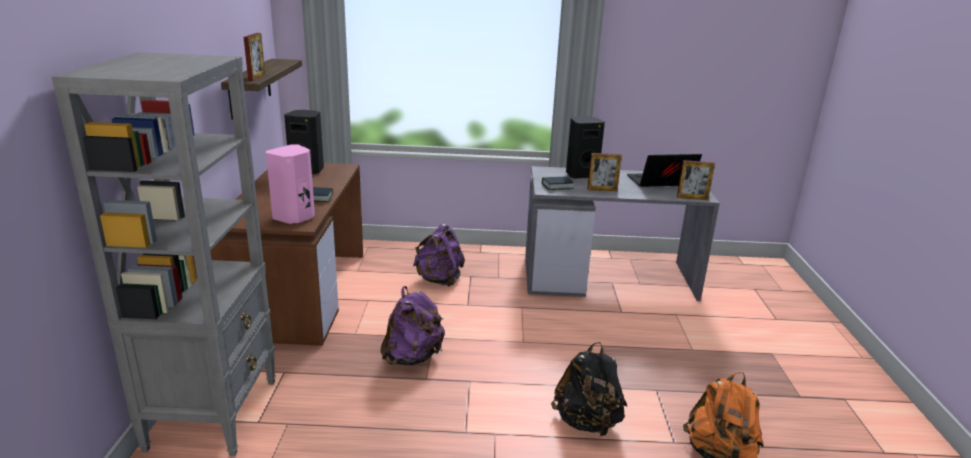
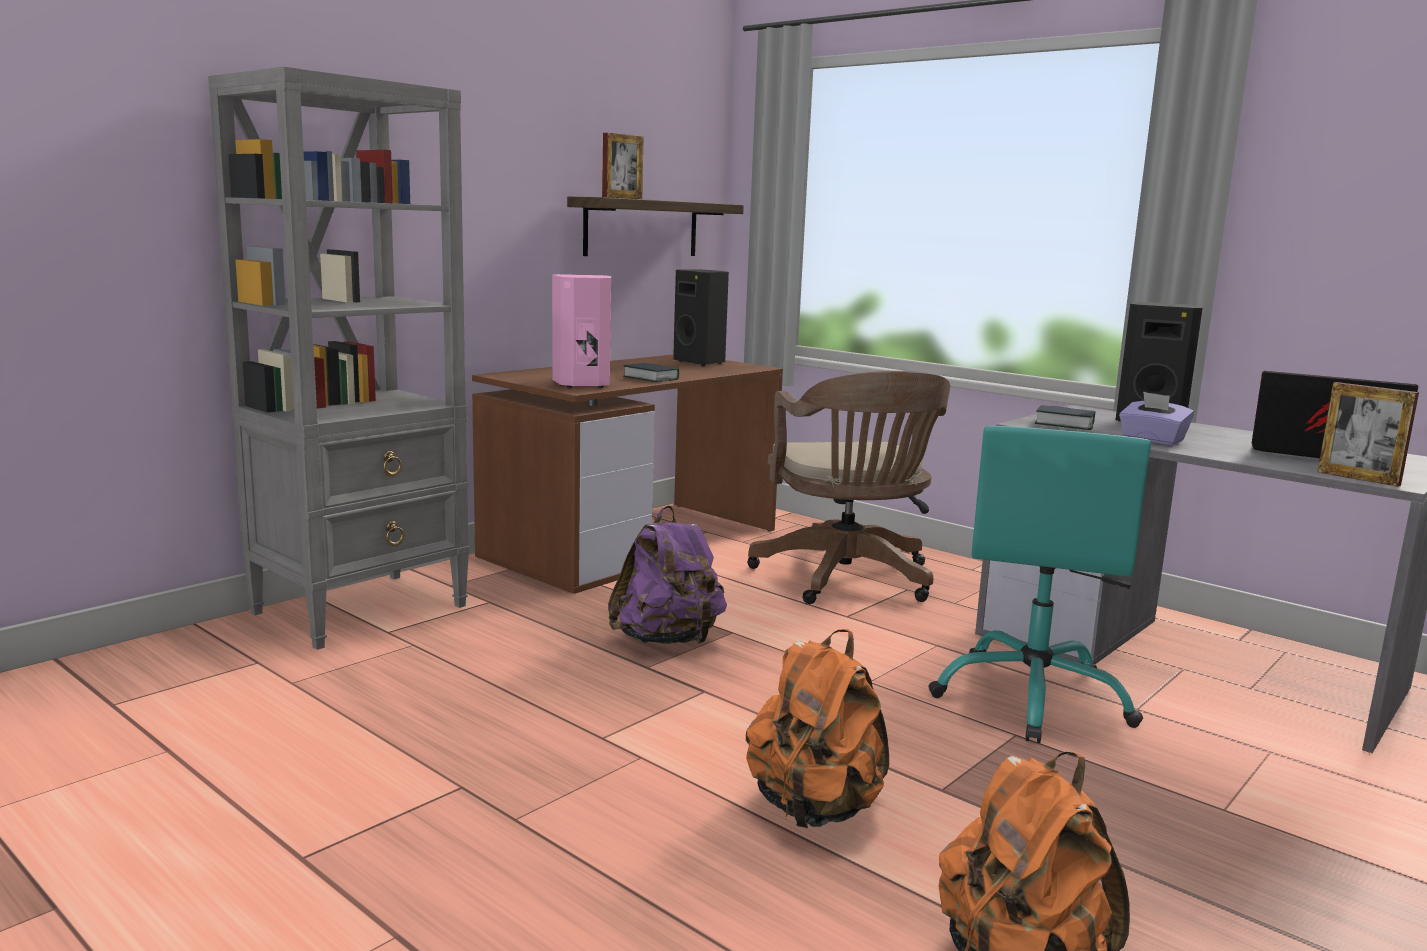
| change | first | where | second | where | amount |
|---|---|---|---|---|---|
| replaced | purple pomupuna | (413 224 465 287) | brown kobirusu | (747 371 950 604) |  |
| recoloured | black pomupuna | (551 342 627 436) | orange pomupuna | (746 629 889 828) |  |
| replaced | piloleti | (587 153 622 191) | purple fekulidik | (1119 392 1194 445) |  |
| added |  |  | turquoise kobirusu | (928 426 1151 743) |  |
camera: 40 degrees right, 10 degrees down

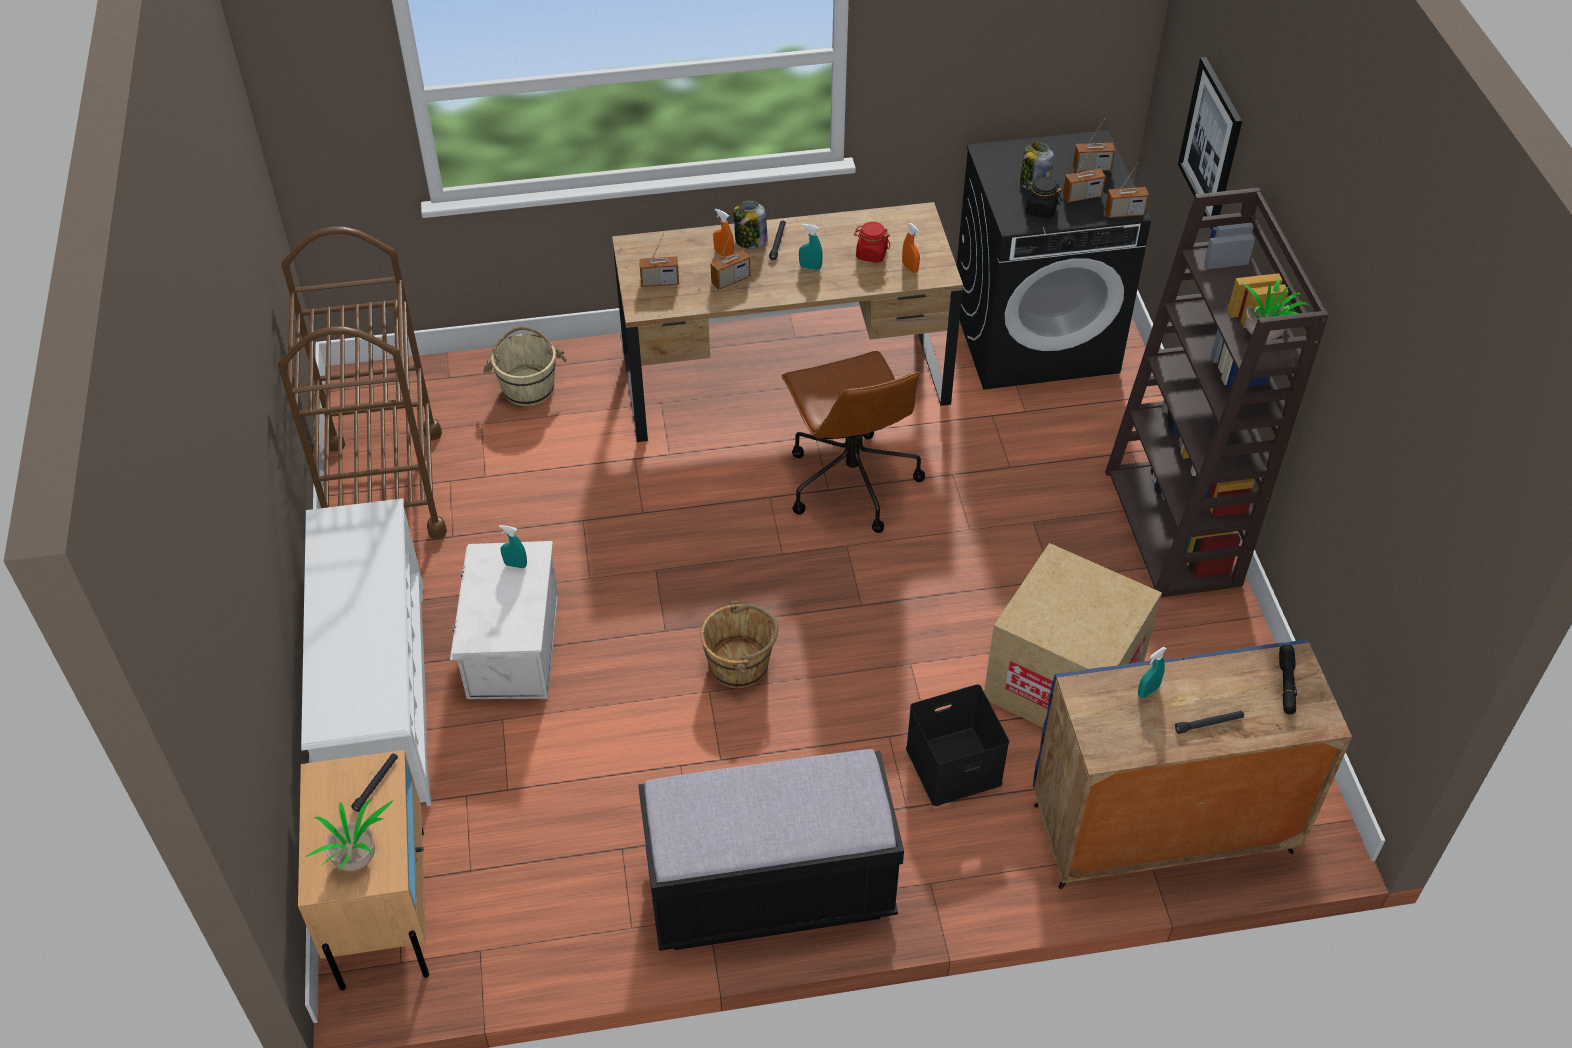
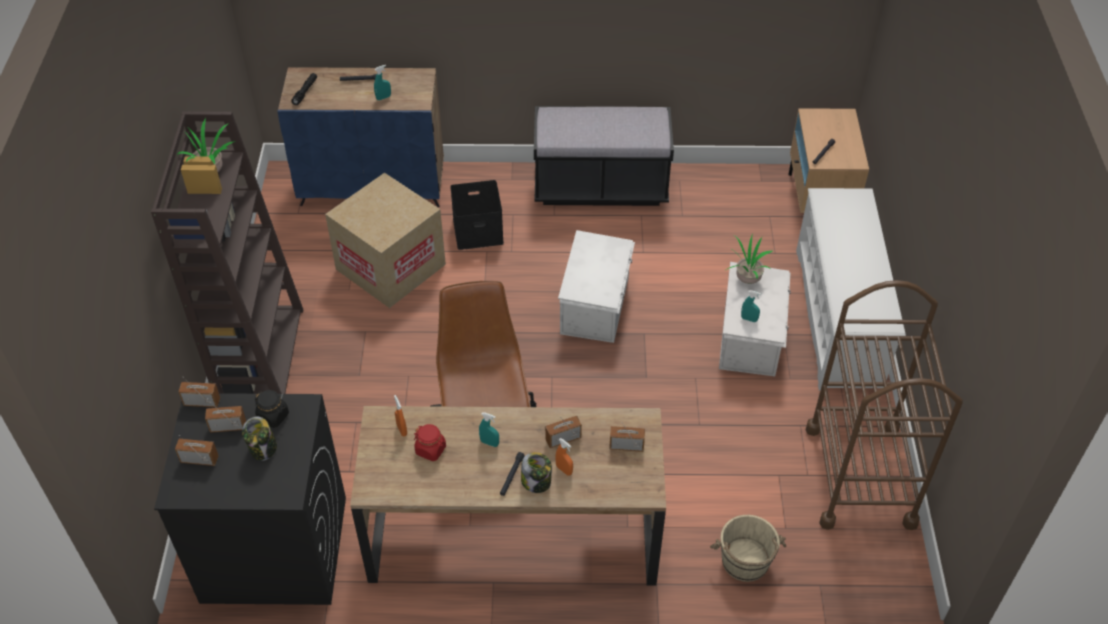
| change | first | where | second | where | amount |
|---|---|---|---|---|---|
| moved | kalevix | (305 798 393 873) |  | (726 233 773 284) |  |
| replaced | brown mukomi | (700 600 778 688) | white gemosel | (558 230 635 343) |  |
| removed | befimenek | (1178 57 1242 229) |  |  |  |
camera: 170 degrees left, 0 degrees up

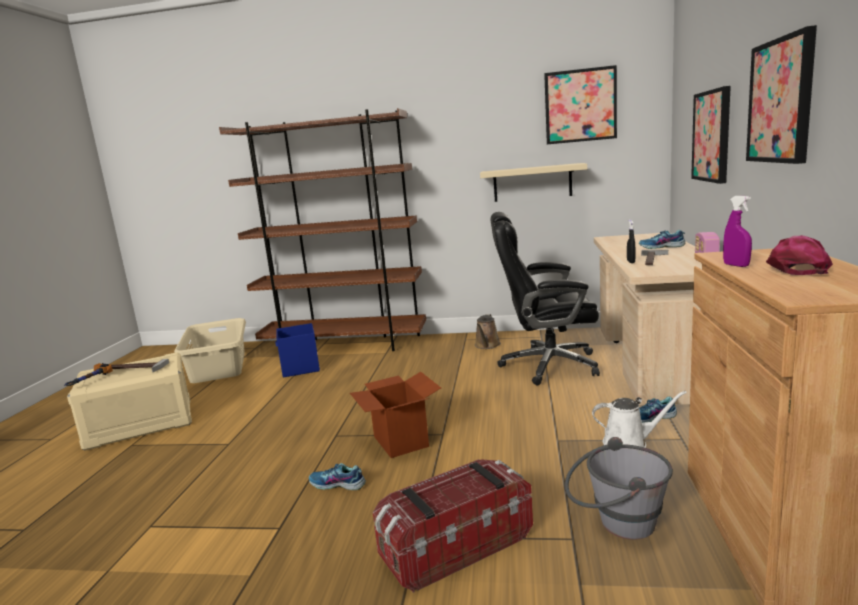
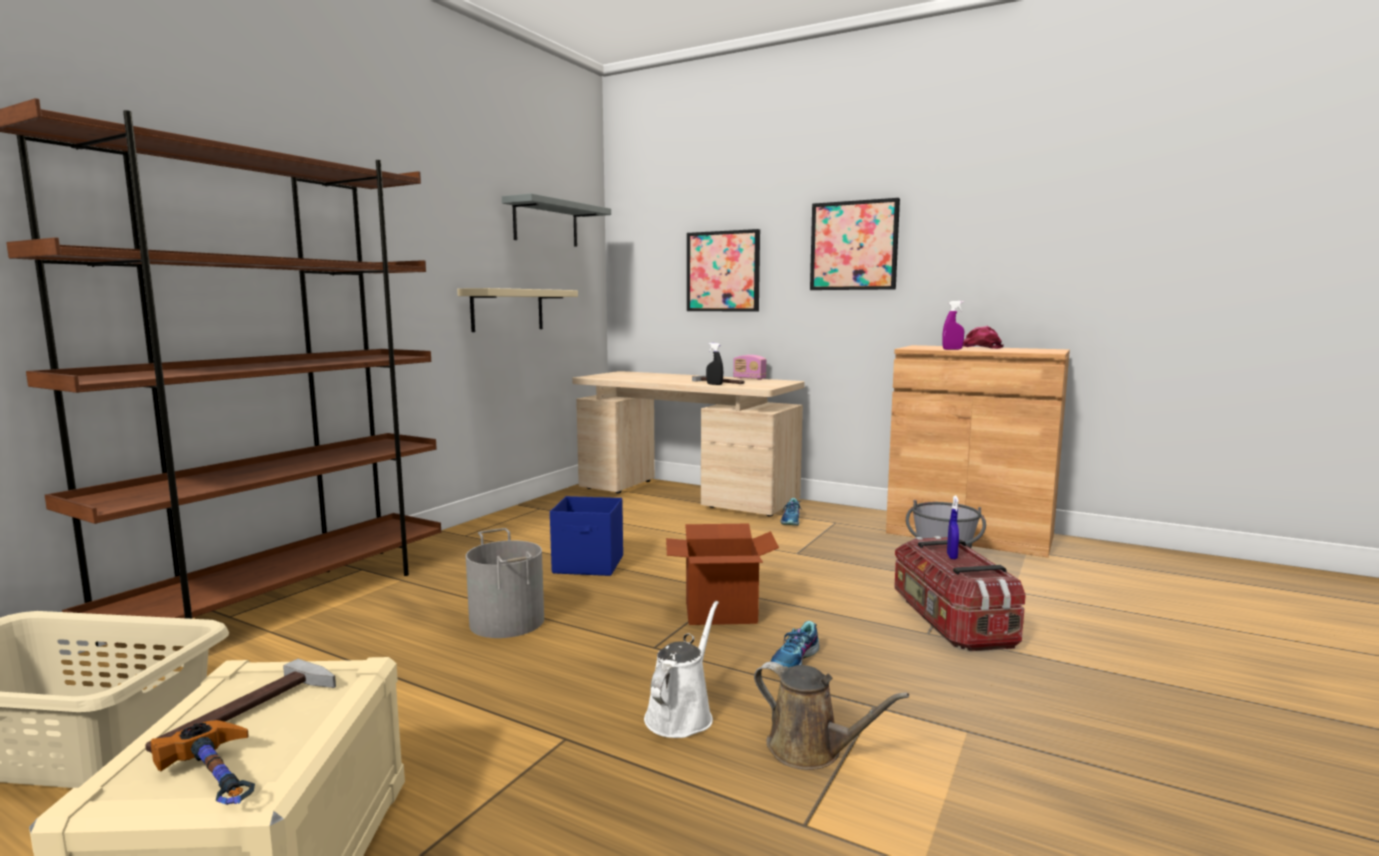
| change | first | where | second | where | amount |
|---|---|---|---|---|---|
| moved | blue gemosel | (275 323 320 377) |  | (550 496 623 576) |  |
| moved | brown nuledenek | (475 314 501 349) |  | (754 662 909 770) |  |
| removed | black kobirusu | (490 212 600 386) |  |  |  |
| replaced | befimenek | (544 65 617 144) | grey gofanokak | (502 193 611 247) |  |
| moved | white nuledenek | (592 391 687 448) |  | (644 601 719 738) |  |
| removed | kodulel | (639 230 685 249) |  |  |  |
| added |  |  | grey mukomi | (466 528 544 638) |  |
| added |  |  | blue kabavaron | (947 496 959 559) |  |
camera: 70 degrees left, 5 degrees down

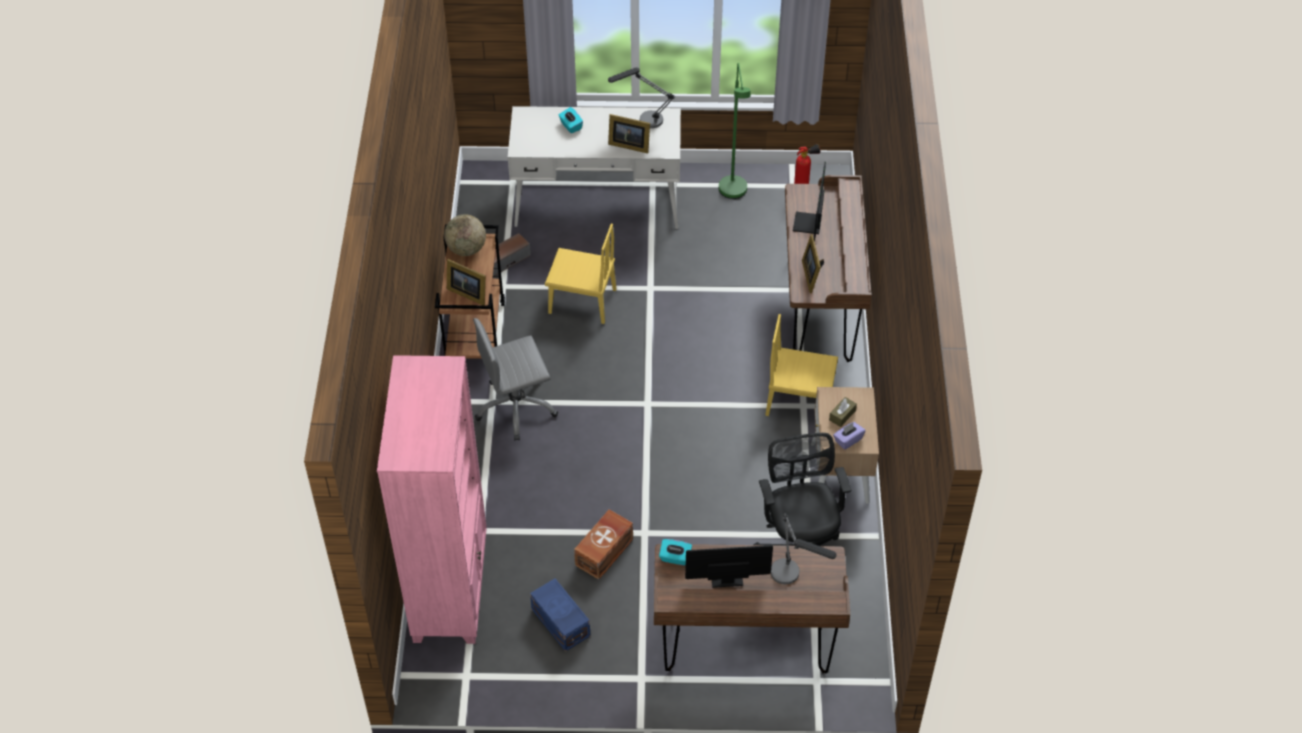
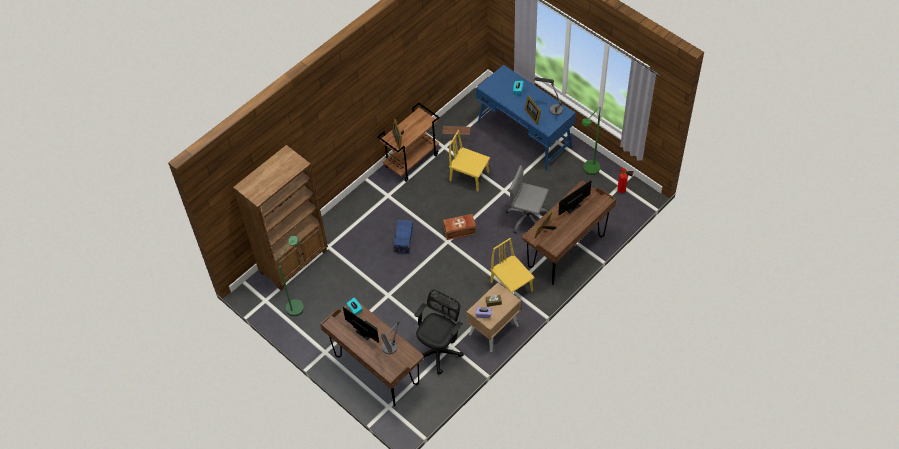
| change | first | where | second | where | amount |
|---|---|---|---|---|---|
| recoloured | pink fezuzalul | (377 355 487 644) | brown fezuzalul | (233 145 328 290) |  |
| removed | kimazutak | (444 214 486 256) |  |  |  |
| moved | grey kobirusu | (473 318 558 441) |  | (506 165 549 233) |  |
| recoloured | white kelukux | (508 106 681 229) | blue kelukux | (476 65 576 171) |  |
| moved | blue gemosel | (530 578 590 652) |  | (394 220 413 254) |  |
| turned | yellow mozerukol | (545 224 616 324) |  | (449 130 490 191) | 150 degrees clockwise |
| moved | brown gemosel | (574 509 633 580) |  | (443 214 476 240) |  |
| added |  |  | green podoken | (278 236 304 316) |  |
camera: 45 degrees right, 5 degrees up

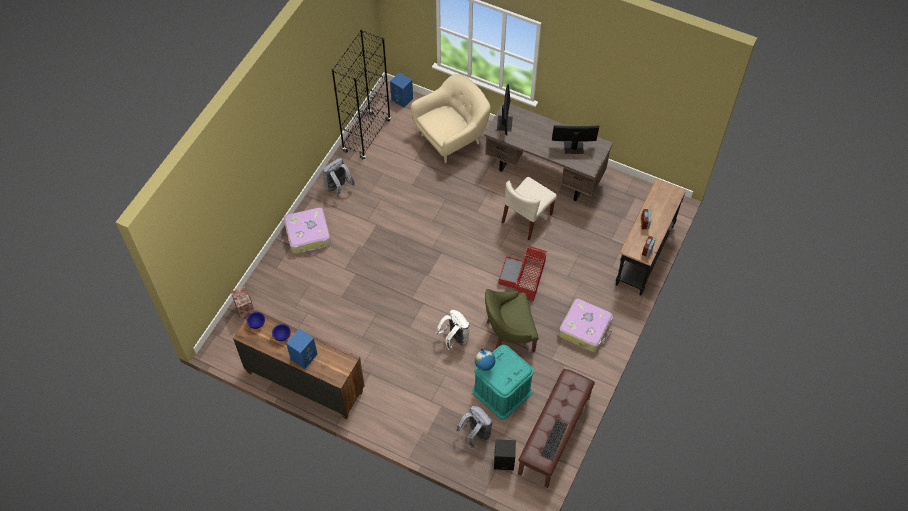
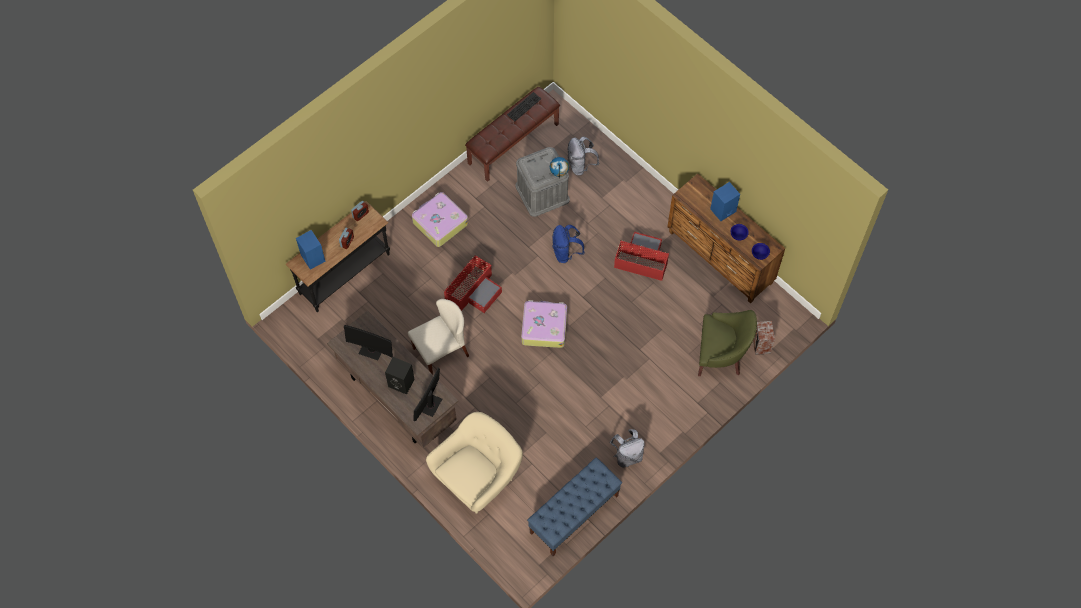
| change | first | where | second | where | amount |
|---|---|---|---|---|---|
| moved | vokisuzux | (284 207 331 254) |  | (521 300 567 348) |  |
| replaced | black fezuzalul | (332 29 391 160) | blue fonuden | (527 457 622 556) |  |
| moved | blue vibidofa | (390 72 413 108) |  | (296 230 325 270) |  |
| turned | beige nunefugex | (411 74 491 163) |  | (426 412 523 514) | 150 degrees clockwise |
| recoloured | white pomupuna | (436 310 470 350) | blue pomupuna | (552 225 585 263) |  |
| recoloured | turquoise gemosel | (472 345 534 419) | grey gemosel | (515 147 570 217) |  |
| moved | green nunefugex | (485 289 538 352) |  | (698 310 757 376) |  |
| moved | black vibidofa | (494 439 516 470) |  | (385 357 414 394) |  |
| added |  |  | red gemosel | (614 232 669 281) |  |
camera: 160 degrees left, 5 degrees up

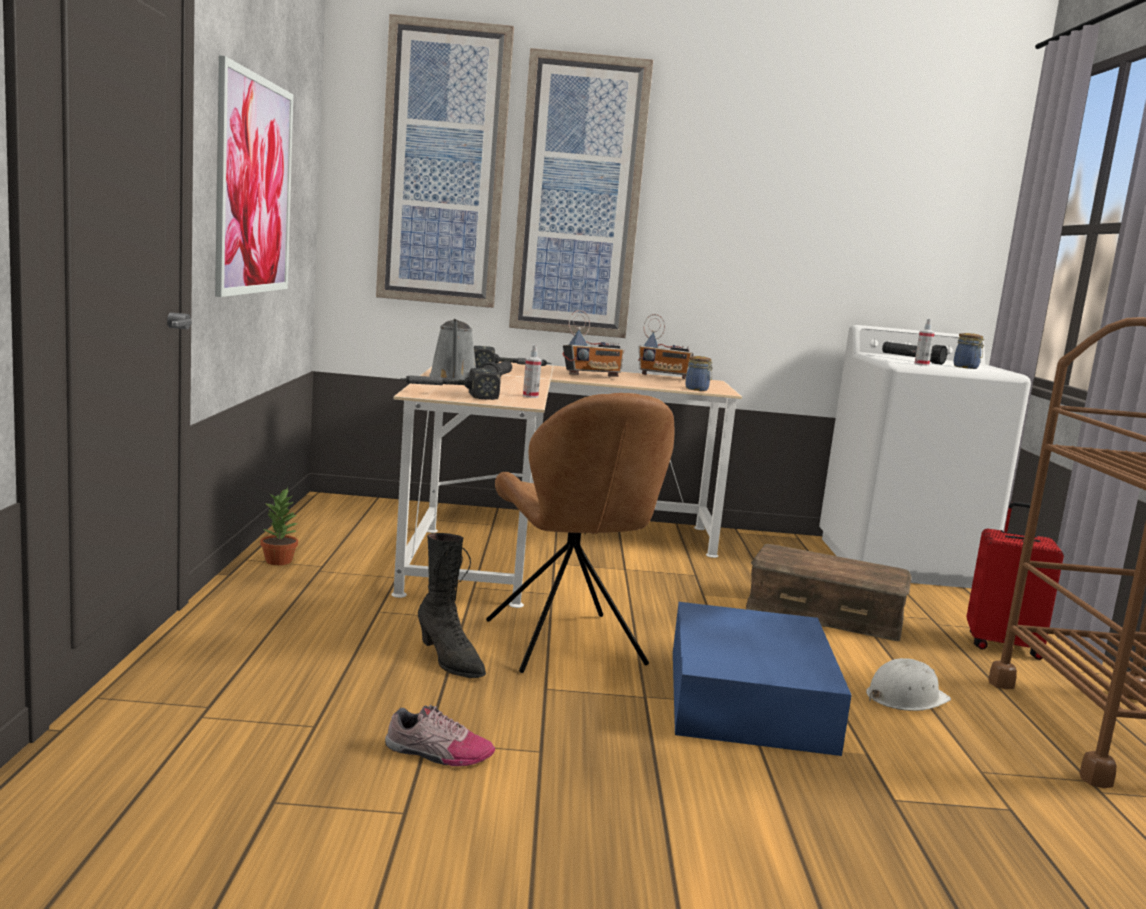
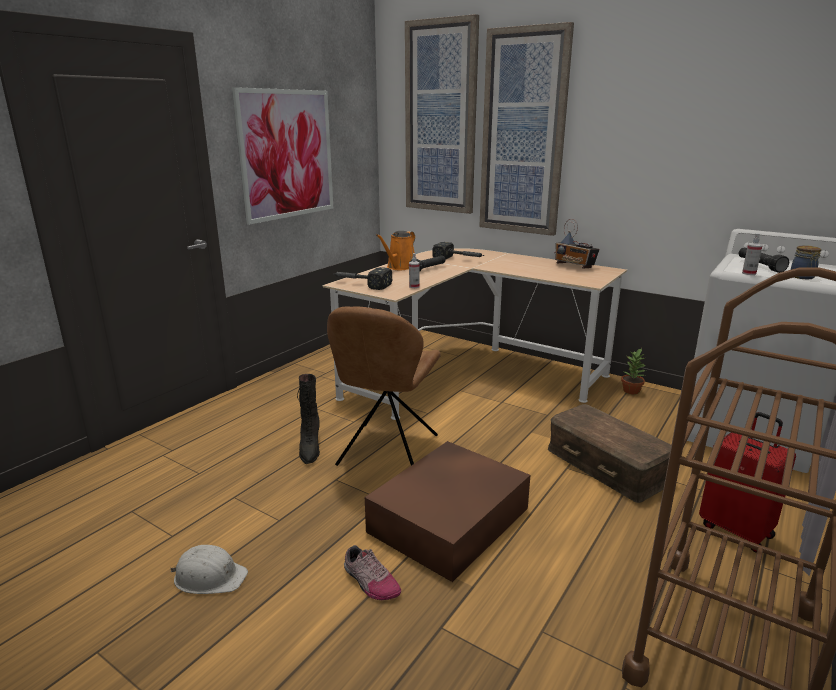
| change | first | where | second | where | amount |
|---|---|---|---|---|---|
| moved | kalevix | (260 488 298 565) |  | (621 348 647 395) |  |
| moved | kodulel | (385 705 495 766) |  | (344 545 401 600) |  |
| recoloured | grey nuledenek | (429 319 476 380) | orange nuledenek | (376 231 415 270) |  |
| removed | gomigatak | (562 310 624 377) |  |  |  |
| recoloured | blue gemosel | (673 602 852 756) | brown gemosel | (365 441 530 582) |  |
| removed | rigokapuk | (685 356 713 391) |  |  |  |
| moved | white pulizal | (866 658 951 711) |  | (170 545 248 594) |  |
camera: 35 degrees right, 10 degrees up

